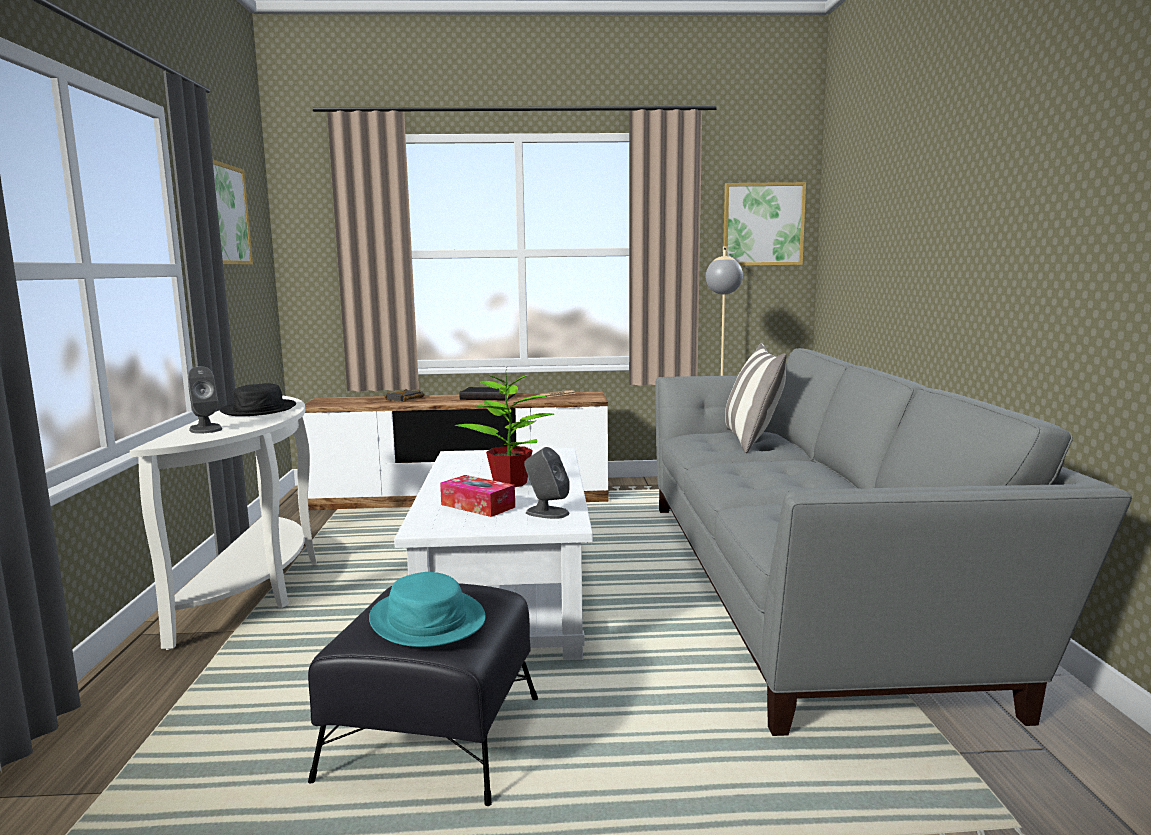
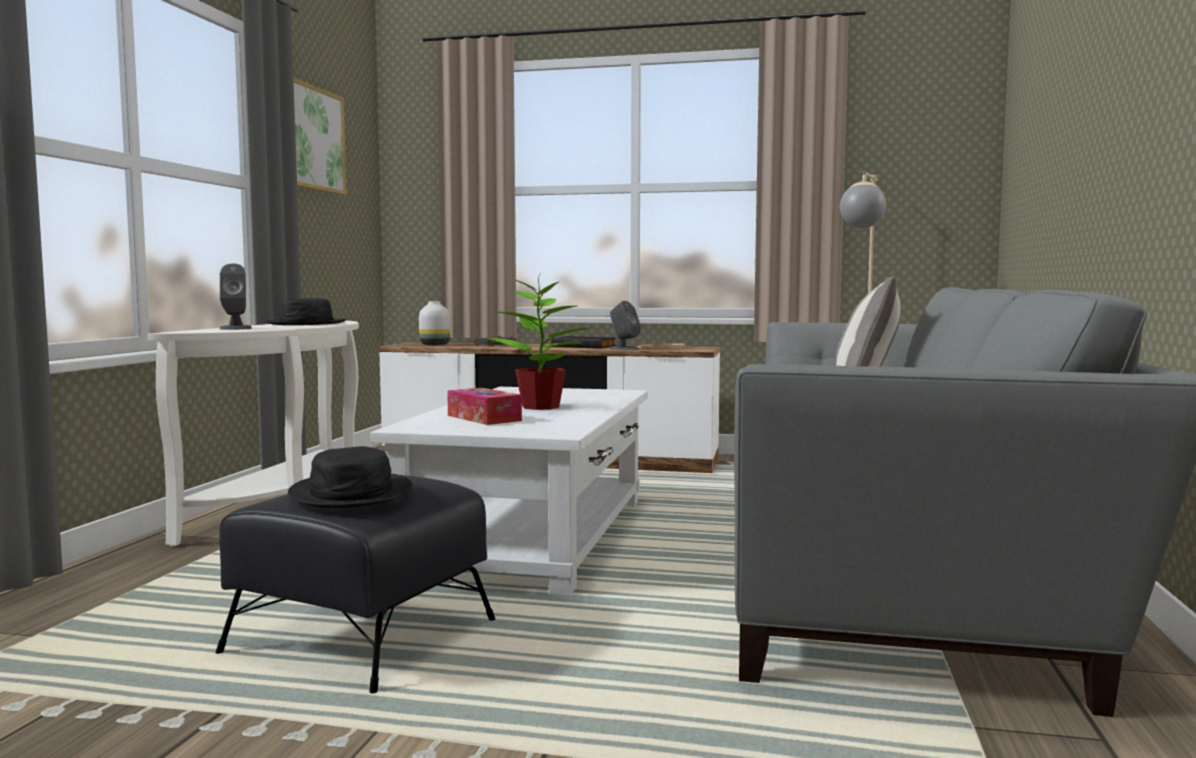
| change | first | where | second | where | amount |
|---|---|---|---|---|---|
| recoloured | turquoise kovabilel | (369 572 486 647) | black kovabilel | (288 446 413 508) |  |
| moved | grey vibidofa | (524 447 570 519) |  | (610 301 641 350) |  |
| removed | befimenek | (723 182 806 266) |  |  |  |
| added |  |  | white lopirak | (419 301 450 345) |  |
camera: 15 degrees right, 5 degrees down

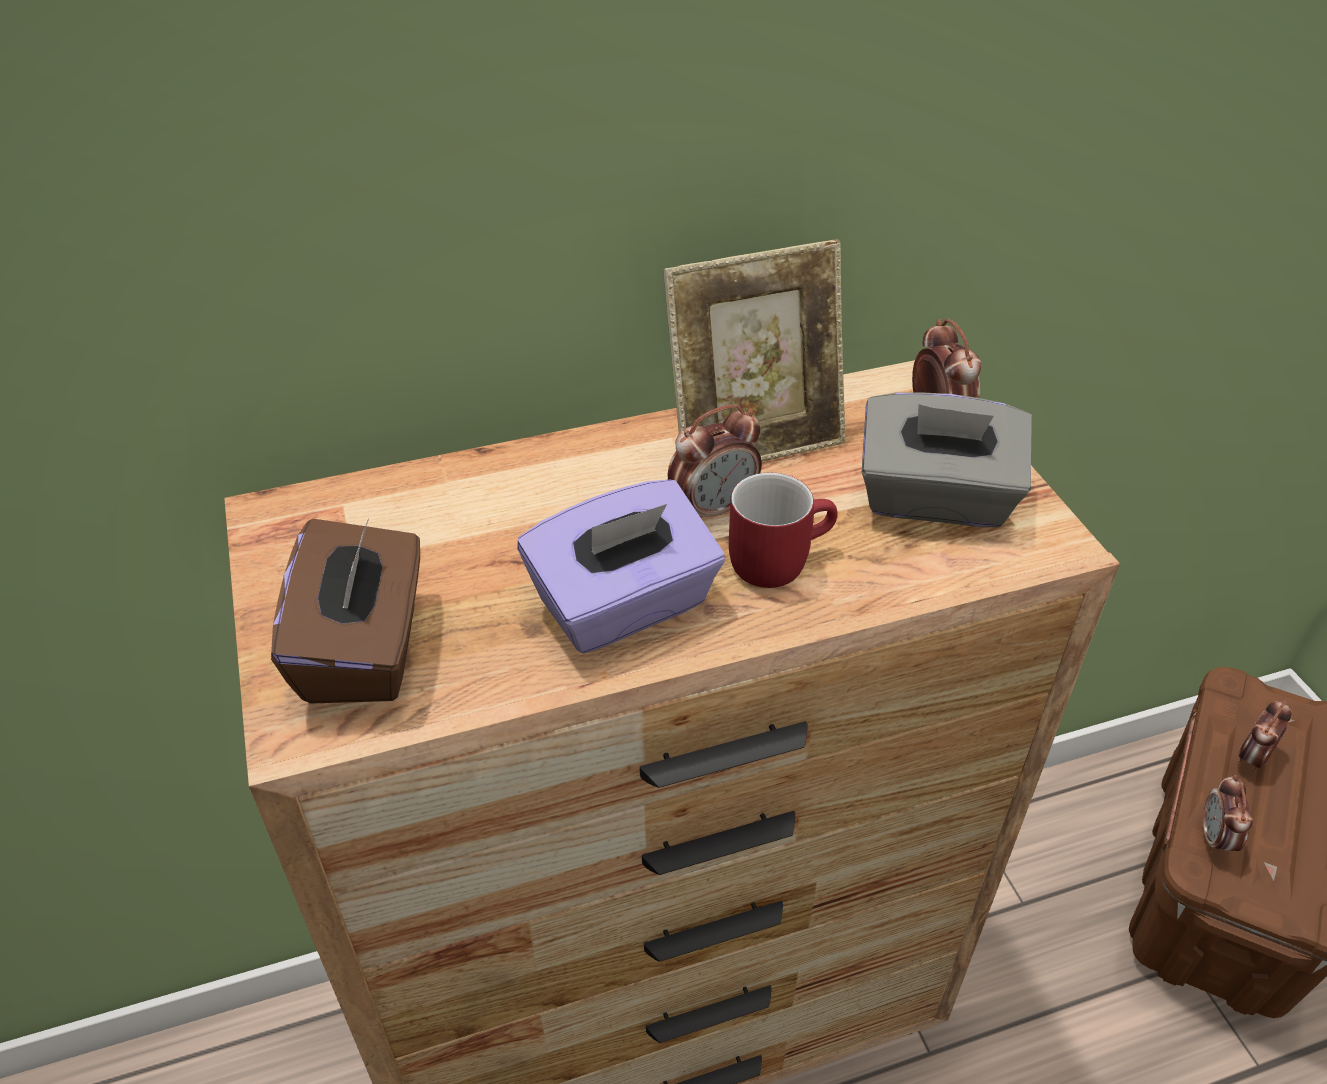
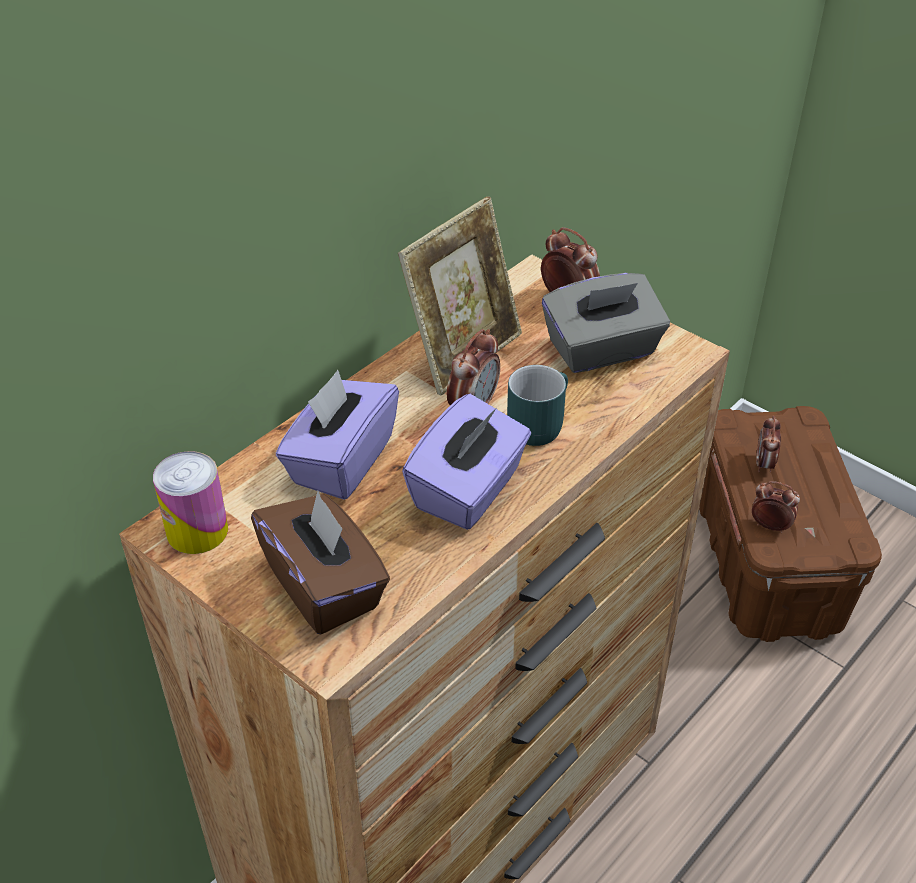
| change | first | where | second | where | amount |
|---|---|---|---|---|---|
| recoloured | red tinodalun | (729 472 838 588) | turquoise tinodalun | (507 365 568 446) |  |
| turned | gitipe | (1203 775 1253 853) |  | (752 481 800 533) | 135 degrees clockwise |
| added |  |  | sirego | (153 451 228 554) |  |
| added |  |  | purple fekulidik | (276 370 399 500) |  |
camera: 30 degrees left, 0 degrees up

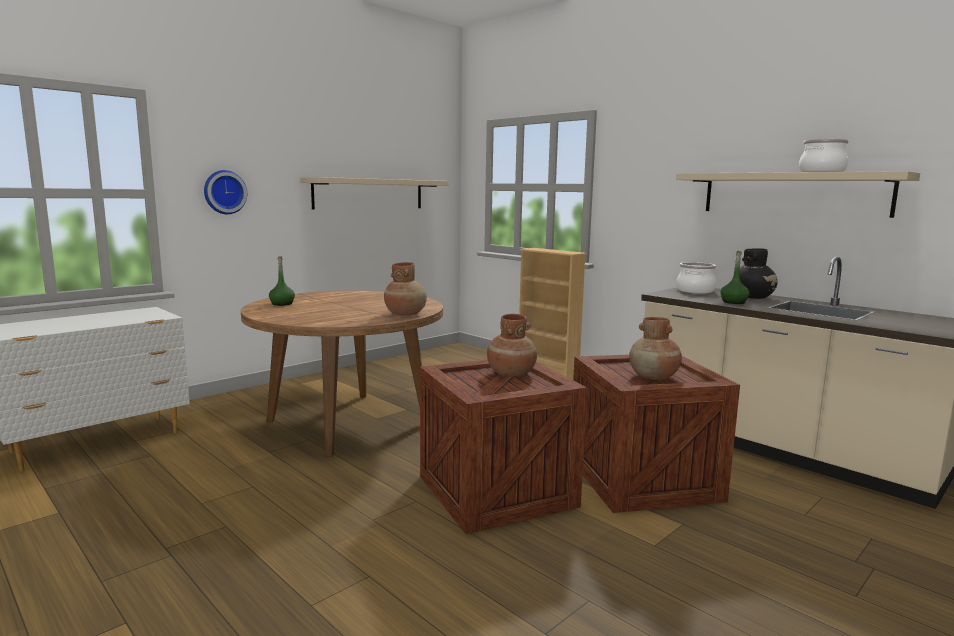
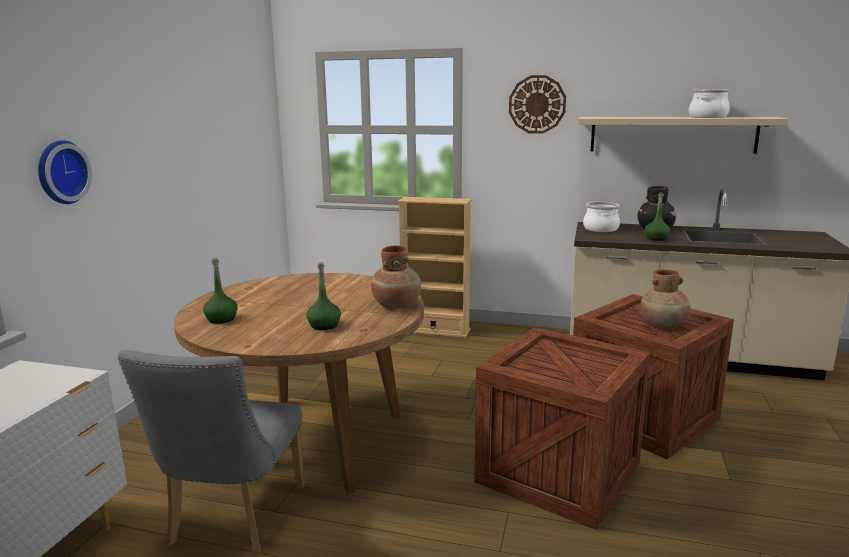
| change | first | where | second | where | amount |
|---|---|---|---|---|---|
| removed | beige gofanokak | (300 177 449 209) |  |  |  |
| removed | brown lopirak | (487 314 537 377) |  |  |  |
| added |  |  | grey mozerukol | (118 350 305 556) |  |
| added |  |  | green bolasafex | (306 262 341 330) |  |
| added |  |  | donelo | (509 75 566 134) |  |
camera: 30 degrees left, 5 degrees up

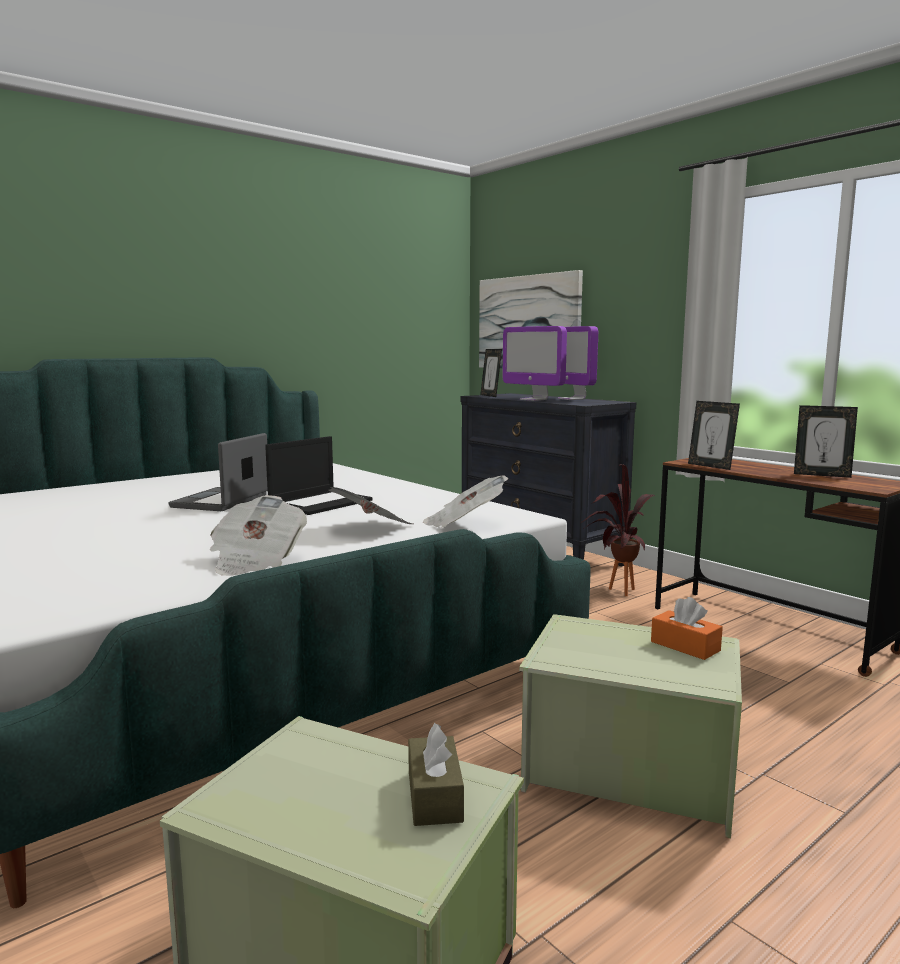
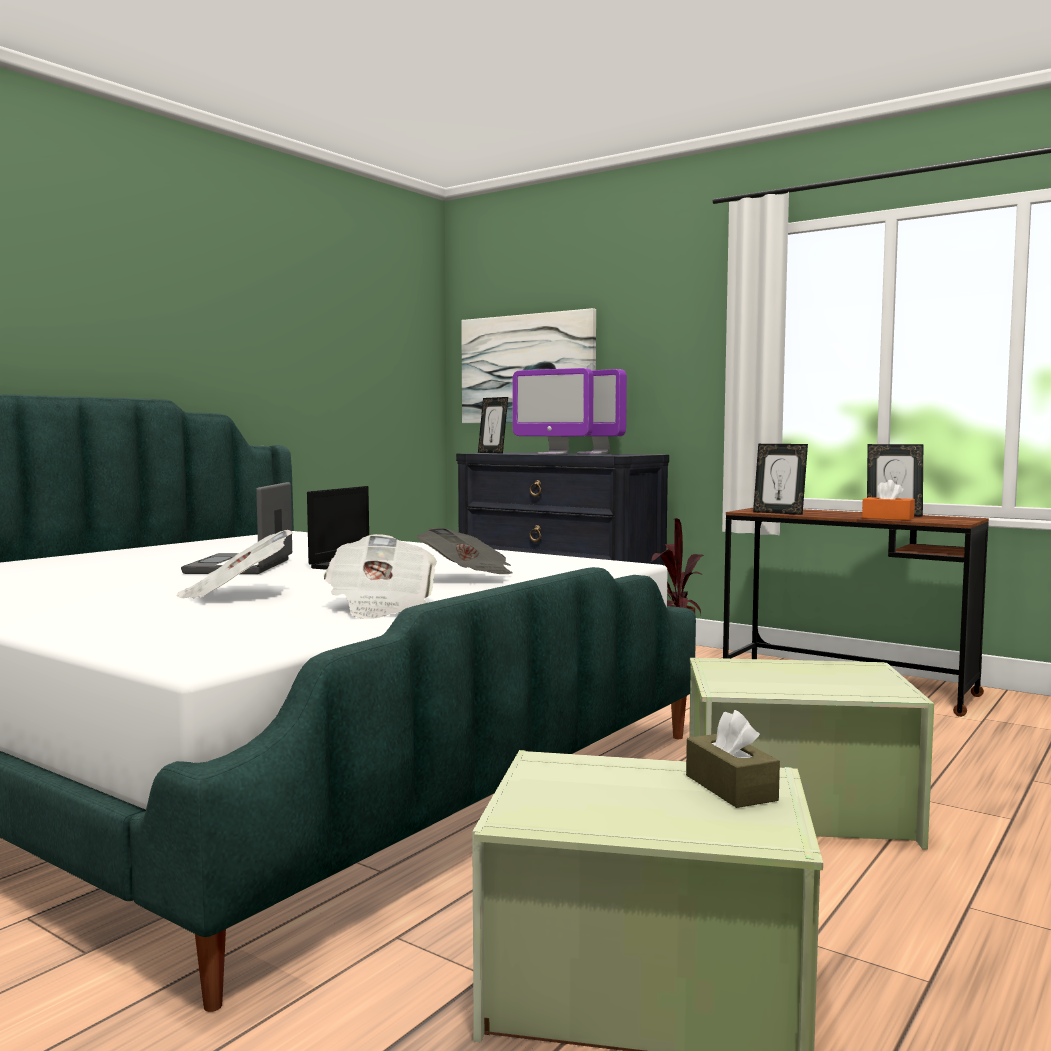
| change | first | where | second | where | amount |
|---|---|---|---|---|---|
| moved | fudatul | (423 476 508 528) |  | (176 530 293 599) |  |
| moved | orange fekulidik | (651 597 723 660) |  | (862 480 915 520) |  |
camera: 15 degrees left, 5 degrees down

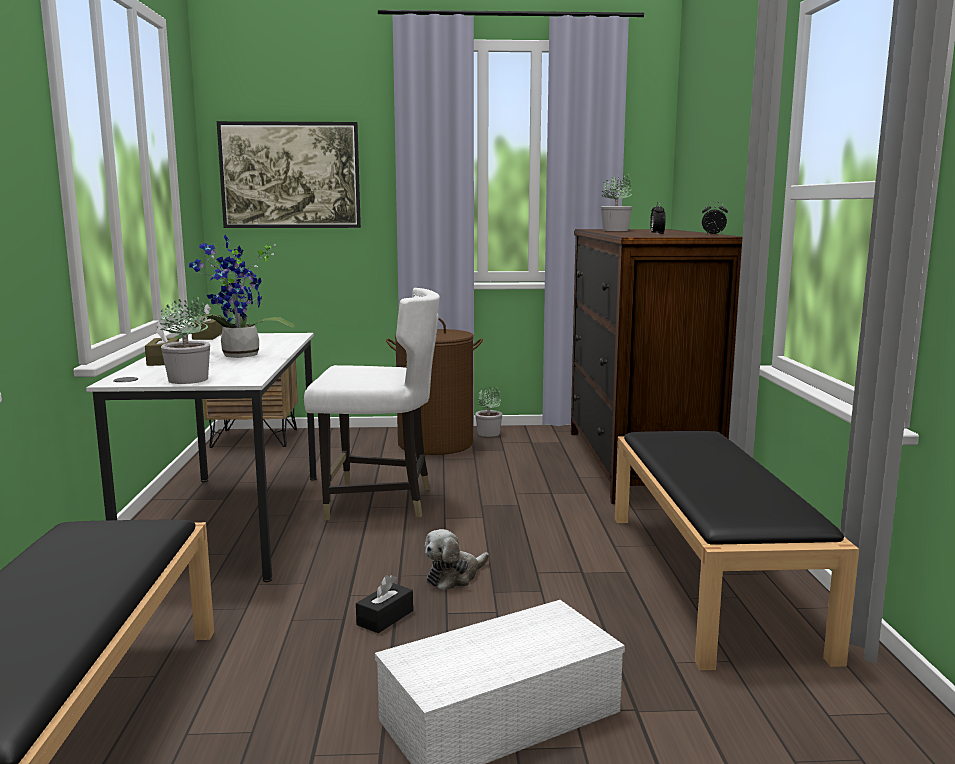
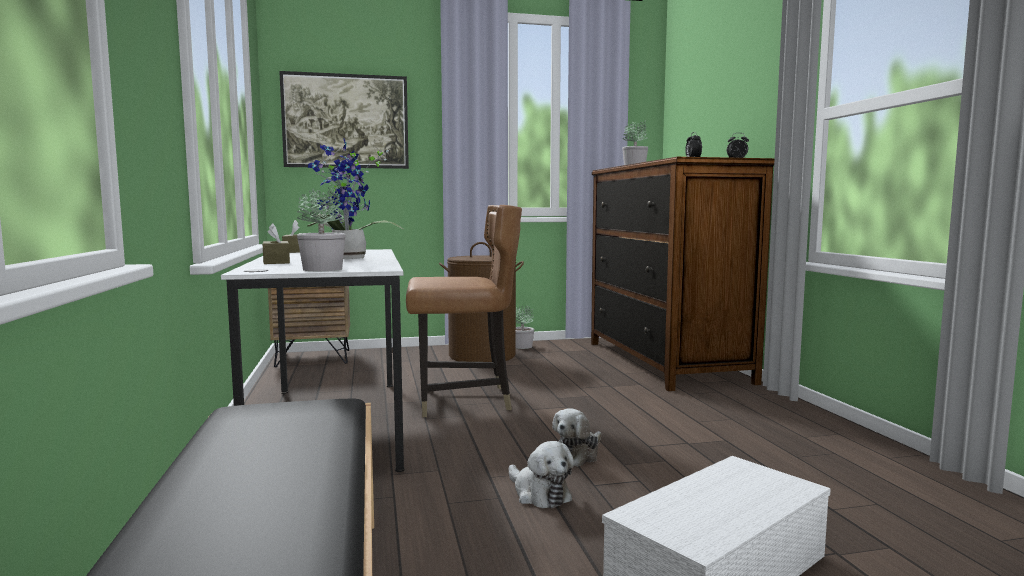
| change | first | where | second | where | amount |
|---|---|---|---|---|---|
| recoloured | white mozerukol | (304 288 440 520) | brown mozerukol | (406 205 522 417) |  |
| replaced | black fekulidik | (356 575 413 633) | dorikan | (509 441 574 509) |  |
| removed | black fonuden | (615 431 859 670) |  |  |  |
camera: 10 degrees left, 5 degrees down

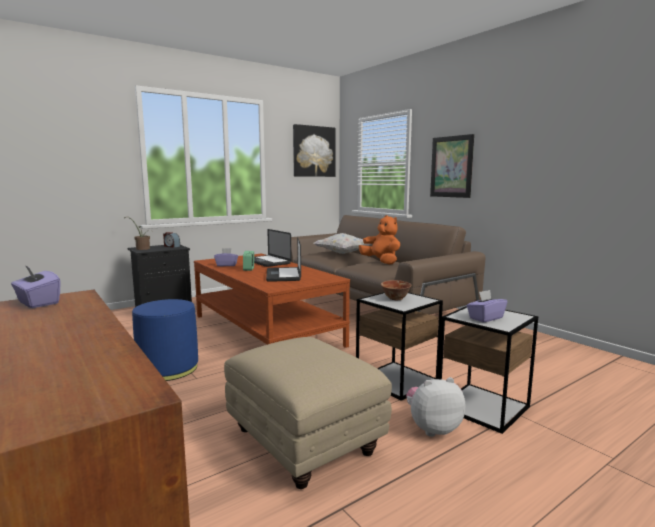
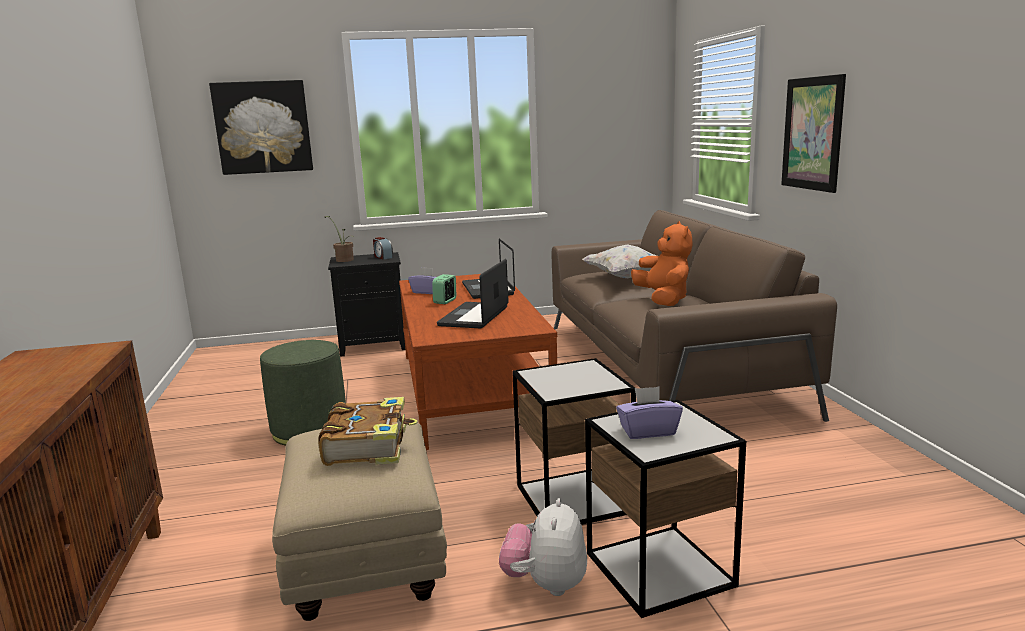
| change | first | where | second | where | amount |
|---|---|---|---|---|---|
| removed | purple fekulidik | (11 265 61 308) |  |  |  |
| recoloured | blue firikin | (132 299 198 381) | green firikin | (260 340 346 446) |  |
| moved | befimenek | (293 124 336 177) |  | (209 80 313 175) |  |
| removed | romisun | (381 280 411 300) |  |  |  |
| turned | dorikan | (406 377 465 437) |  | (499 498 587 596) | 90 degrees counterclockwise |
| added |  |  | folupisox | (318 397 418 466) |  |
camera: 25 degrees right, 5 degrees up

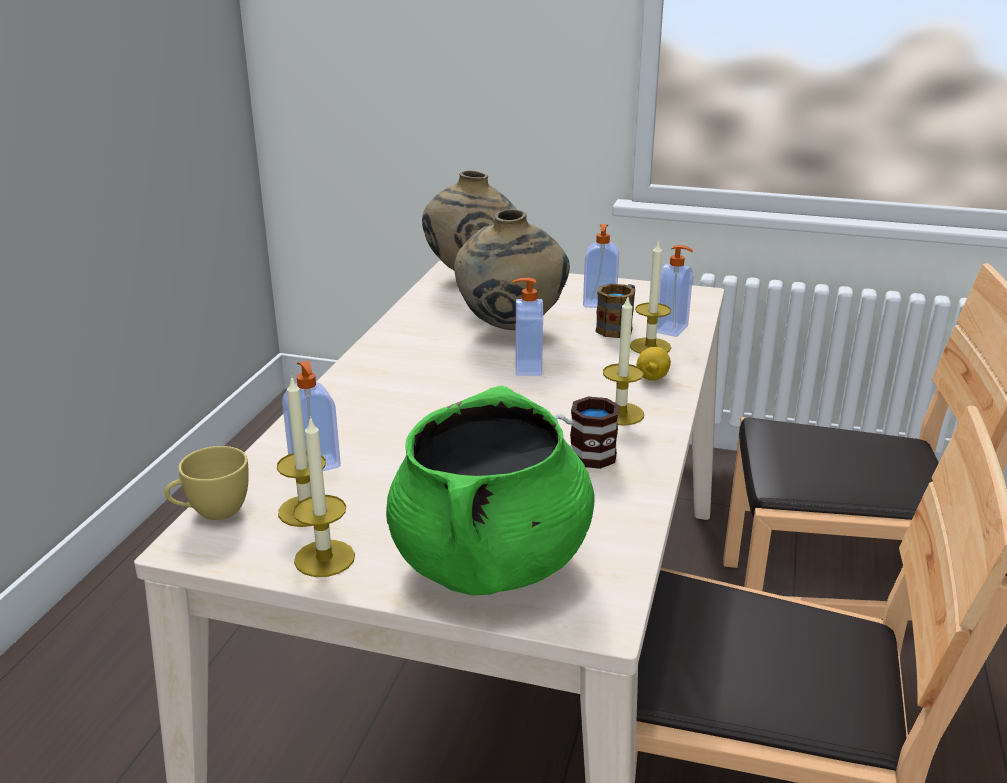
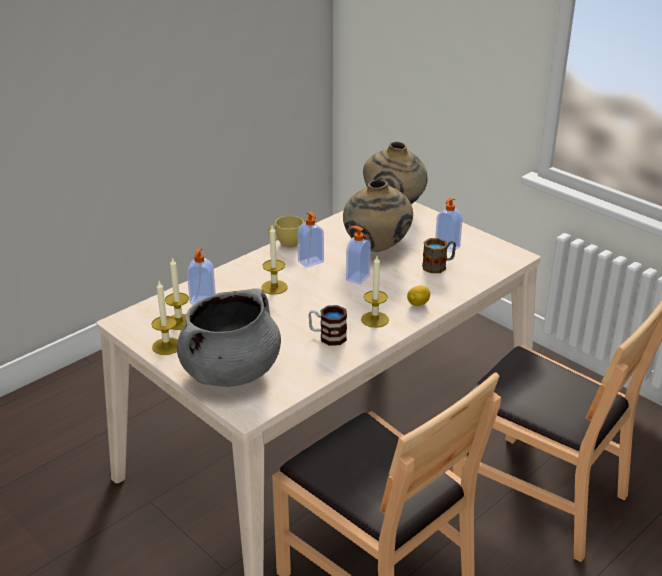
| change | first | where | second | where | amount |
|---|---|---|---|---|---|
| moved | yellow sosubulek | (164 446 249 520) |  | (268 216 304 247) |  |
| recoloured | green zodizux | (386 386 595 595) | grey zodizux | (177 288 281 387) |  |
| moved | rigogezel | (630 240 671 354) |  | (261 226 288 295) |  |
| moved | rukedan | (657 245 693 337) |  | (297 212 324 268) |  |
camera: 30 degrees right, 5 degrees up

